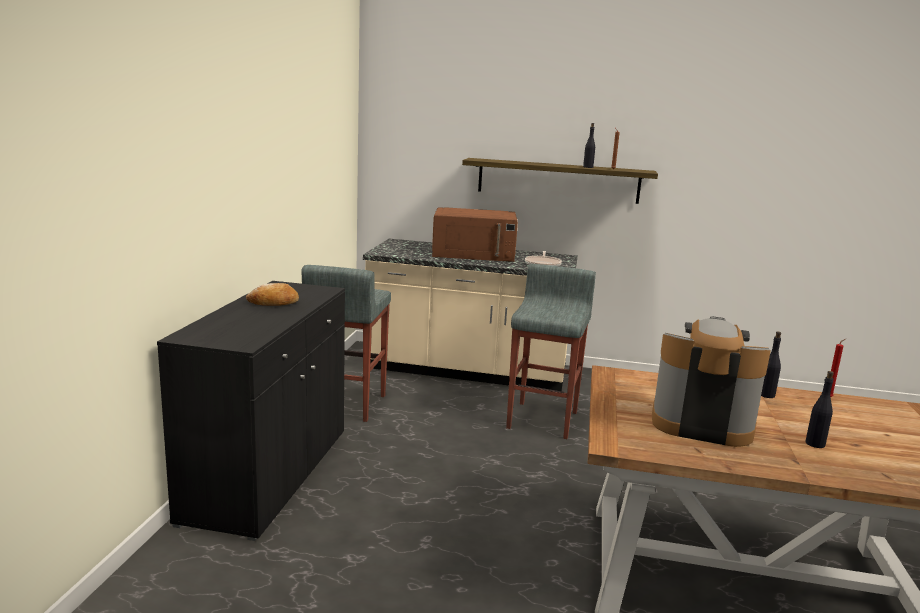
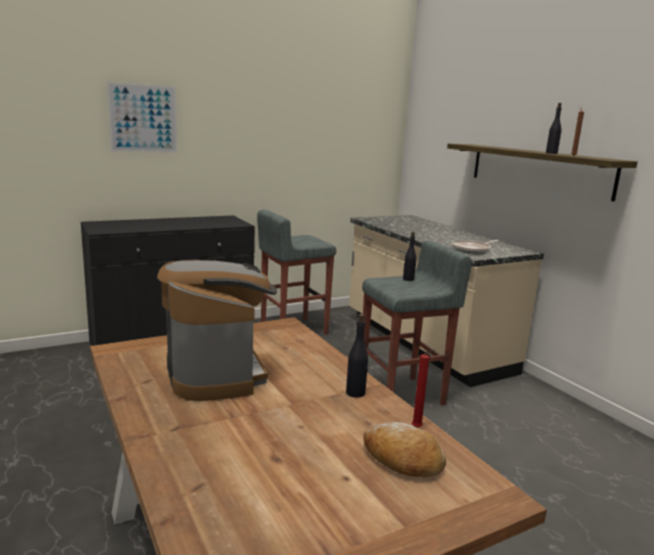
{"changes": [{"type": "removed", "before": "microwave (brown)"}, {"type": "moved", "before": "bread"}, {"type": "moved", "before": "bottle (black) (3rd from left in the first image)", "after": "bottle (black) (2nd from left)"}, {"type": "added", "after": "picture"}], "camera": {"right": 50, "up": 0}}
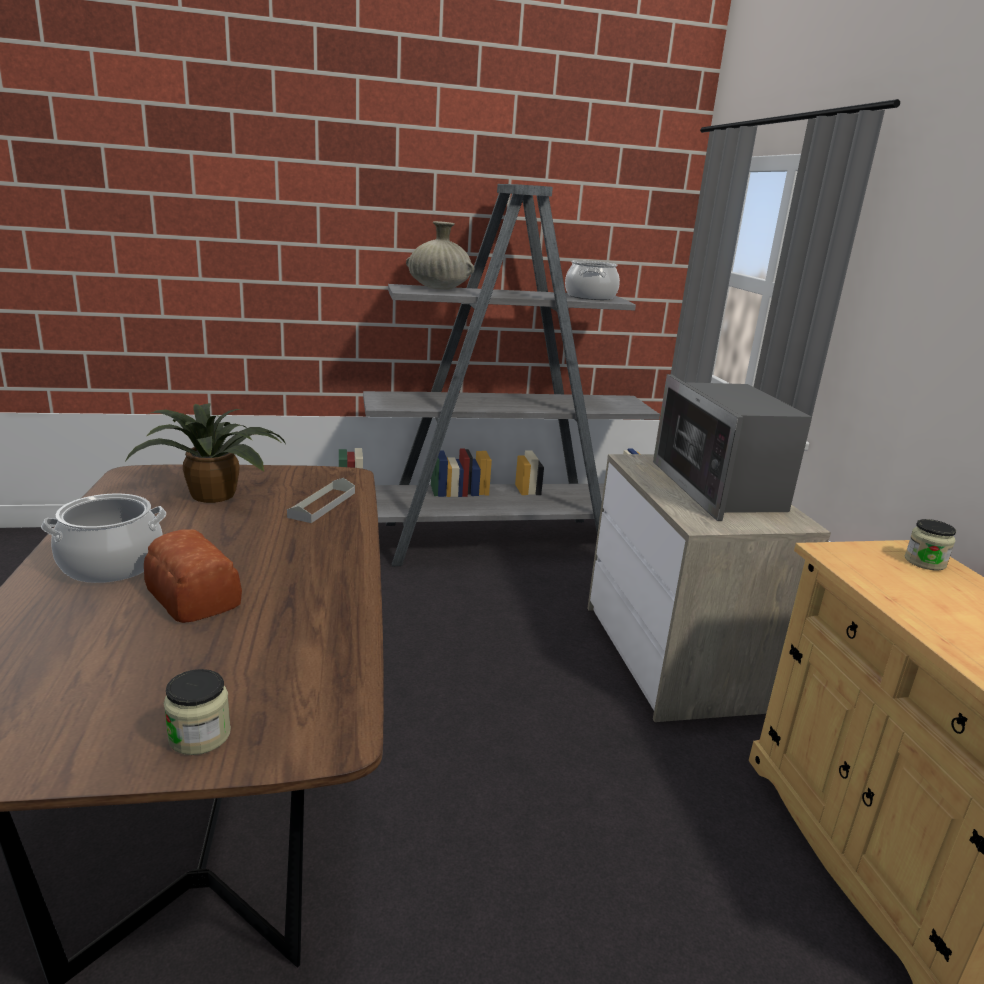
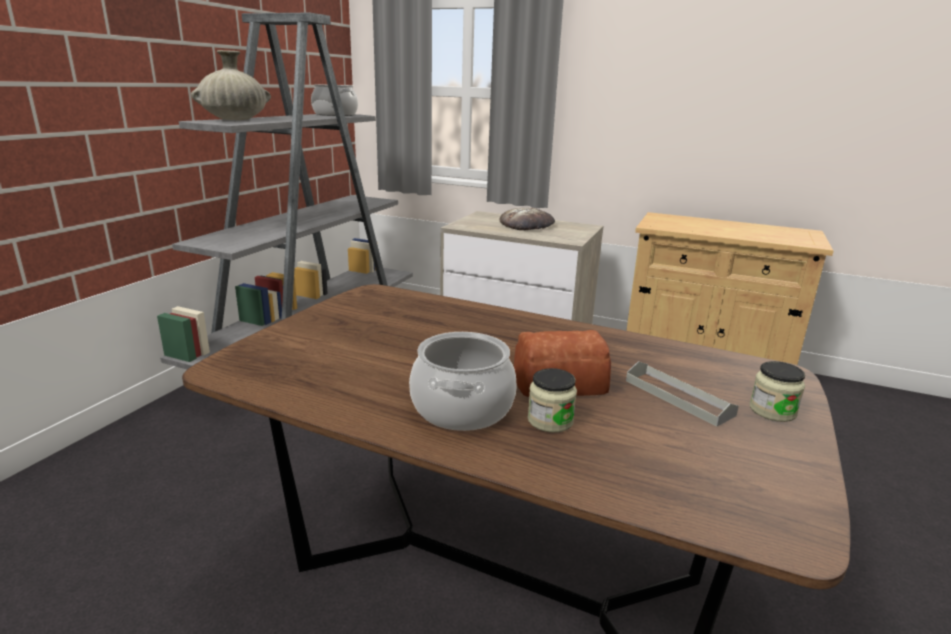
{"changes": [{"type": "replaced", "before": "microwave", "after": "bread (1st from left)"}, {"type": "removed", "before": "potted plant"}, {"type": "moved", "before": "tray (grey)"}, {"type": "moved", "before": "jar (2nd from left in the first image)", "after": "jar (1st from left)"}], "camera": {"right": -55, "up": 0}}
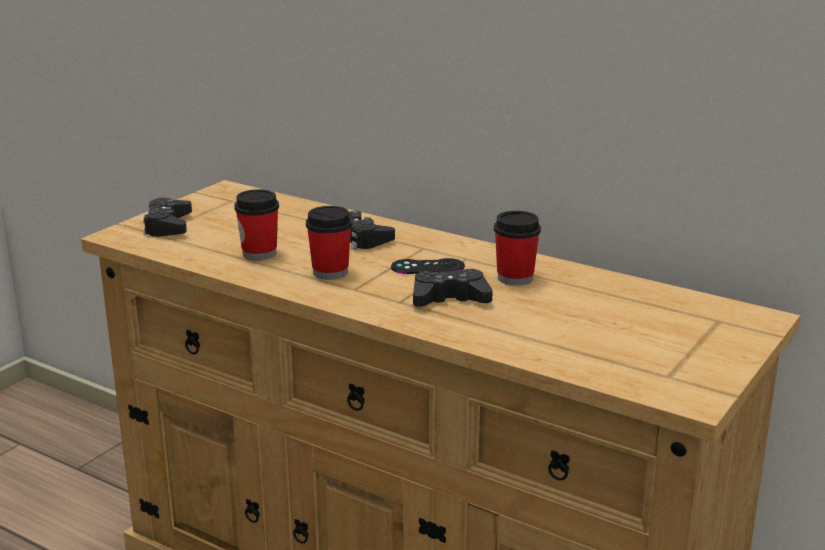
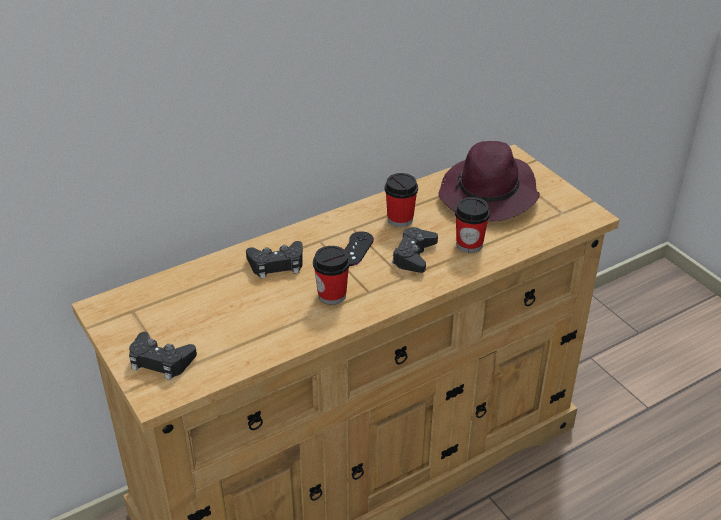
{"changes": [{"type": "moved", "before": "cup (1st from left in the first image)", "after": "cup (3rd from left)"}, {"type": "added", "after": "hat (purple)"}], "camera": {"right": -65, "up": 15}}
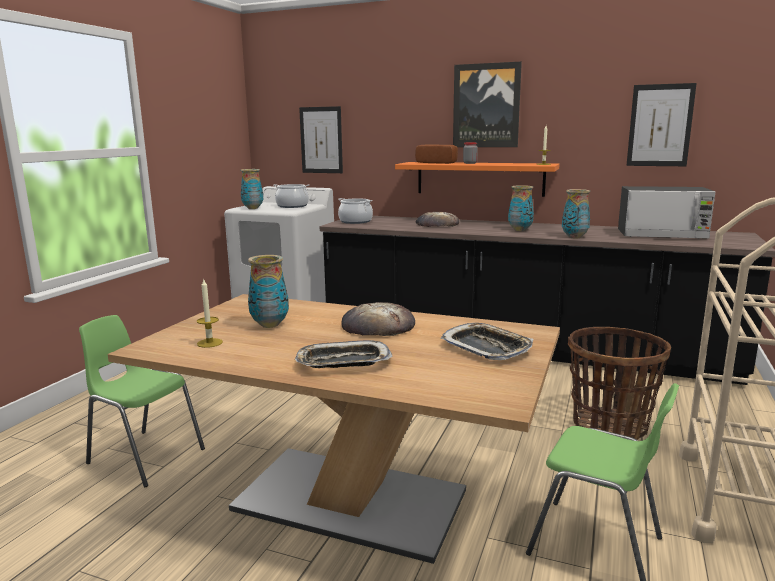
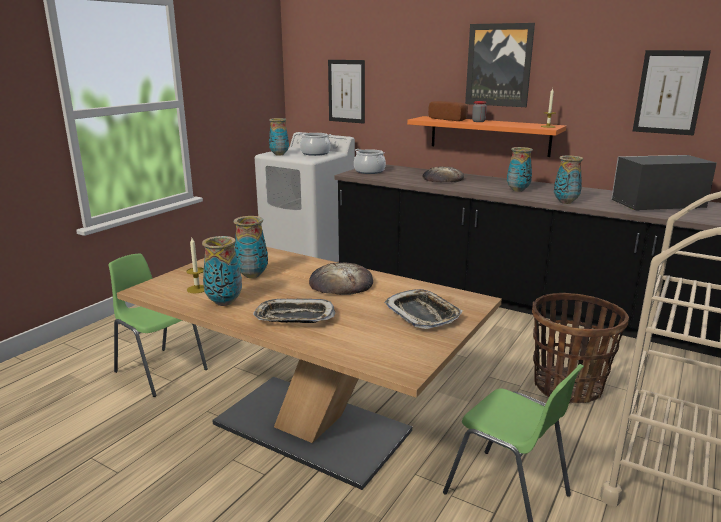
{"changes": [{"type": "turned", "before": "microwave", "turn": 150}, {"type": "added", "after": "vase (1st from left)"}], "camera": {"right": 10, "up": 5}}
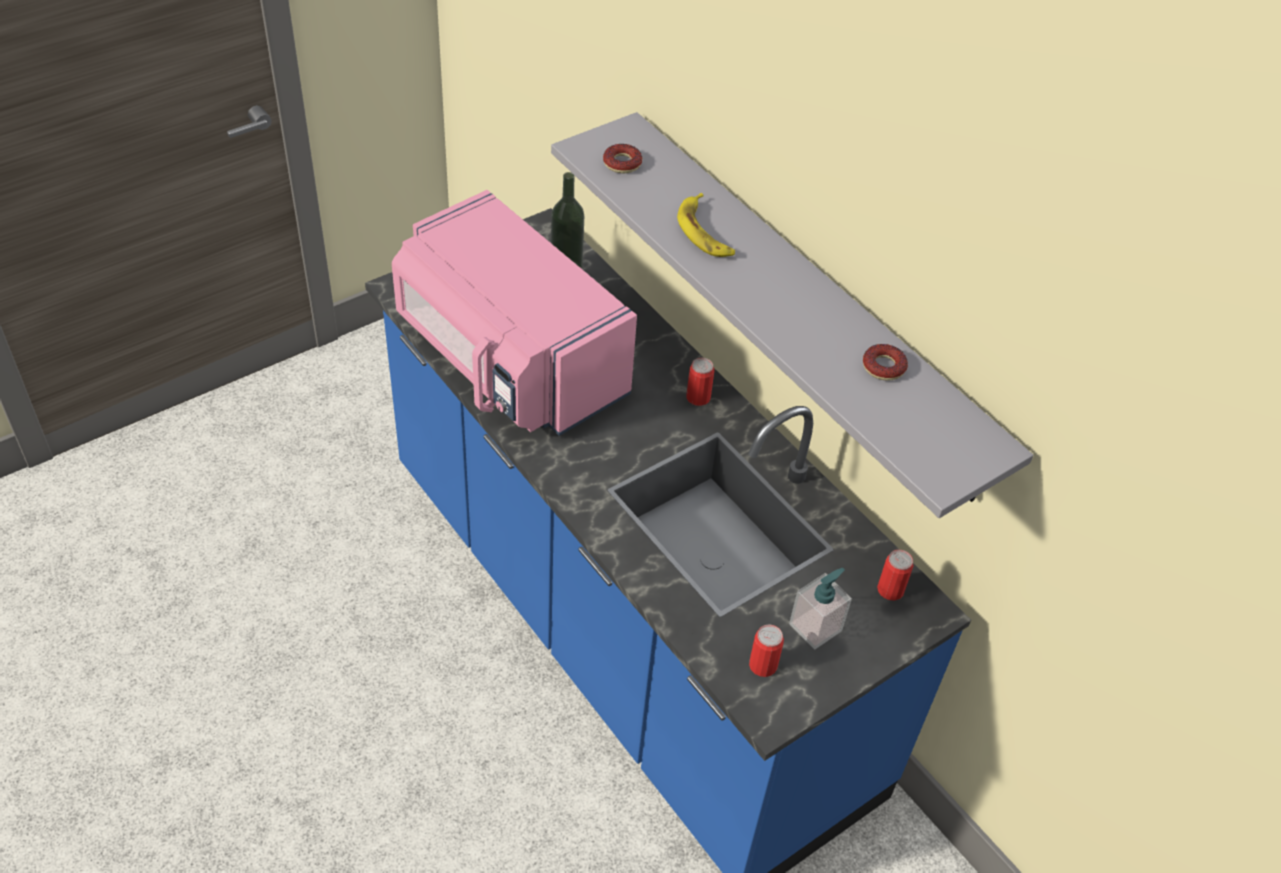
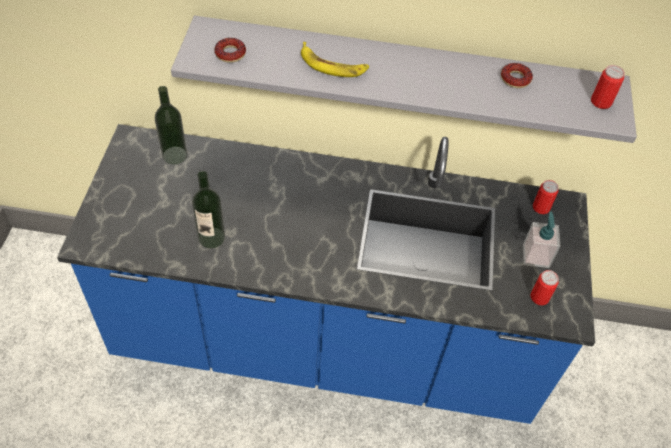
{"changes": [{"type": "replaced", "before": "microwave (pink)", "after": "bottle (2nd from left)"}, {"type": "moved", "before": "can (1st from left in the first image)", "after": "can (3rd from left)"}], "camera": {"right": -45, "up": 5}}
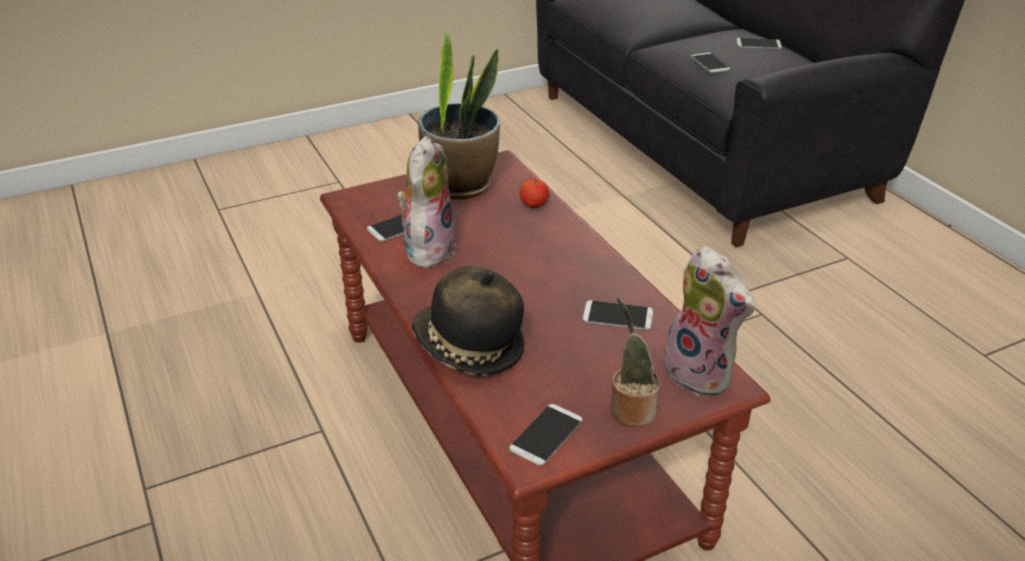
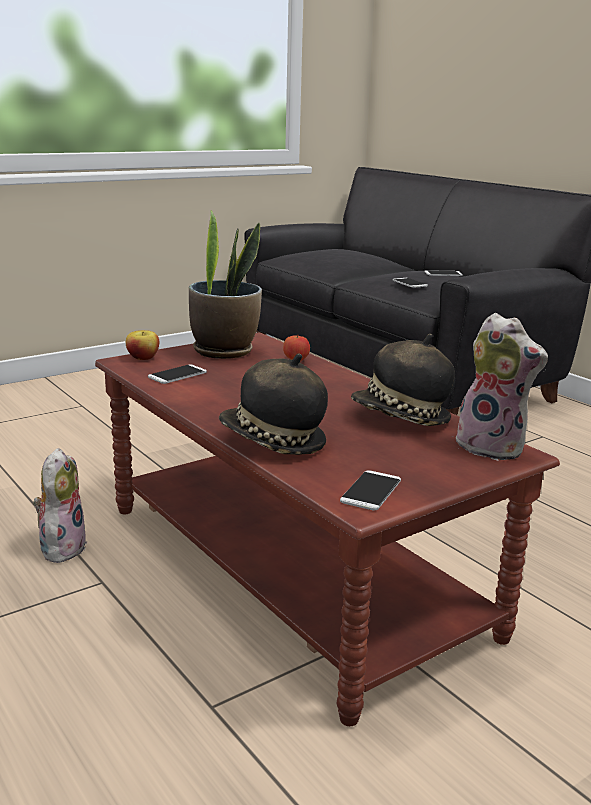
{"changes": [{"type": "moved", "before": "plush toy (1st from left)"}, {"type": "removed", "before": "potted plant (2nd from left)"}, {"type": "replaced", "before": "phone (3rd from left)", "after": "hat (2nd from left)"}, {"type": "added", "after": "apple (1st from left)"}], "camera": {"right": -10, "up": -15}}
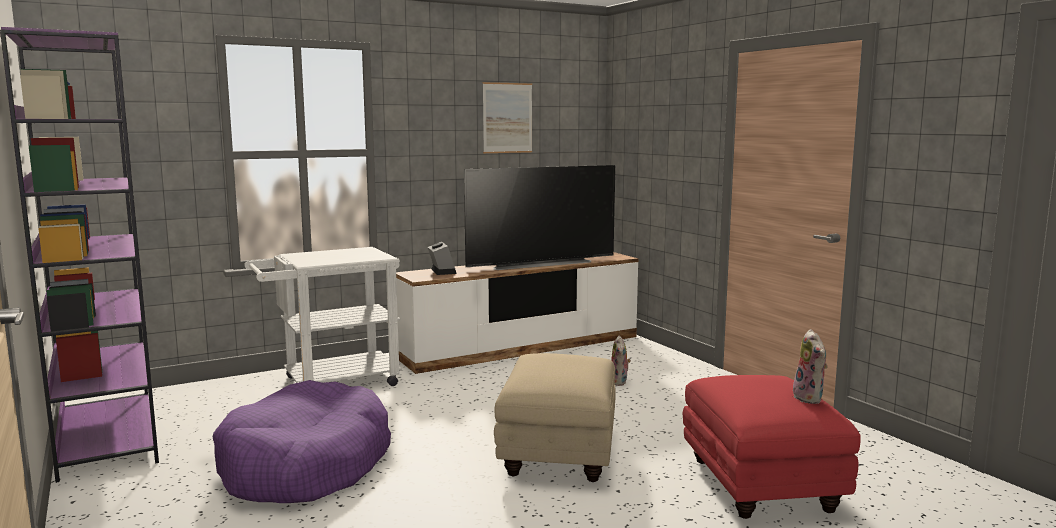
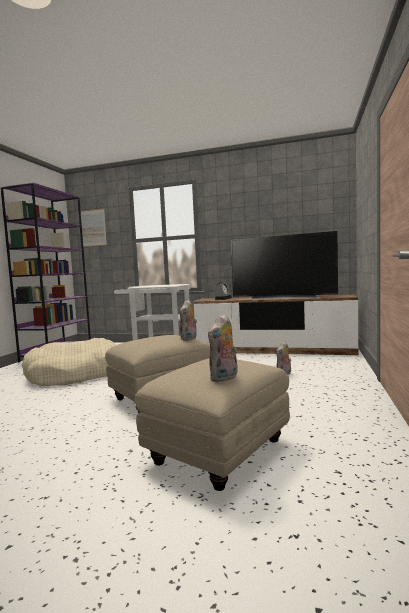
{"changes": [{"type": "moved", "before": "picture"}, {"type": "recoloured", "before": "ottoman (red)", "after": "ottoman (beige) (2nd from left)"}, {"type": "recoloured", "before": "dog bed (purple)", "after": "dog bed (beige)"}, {"type": "added", "after": "plush toy (1st from left)"}], "camera": {"right": 45, "up": -5}}
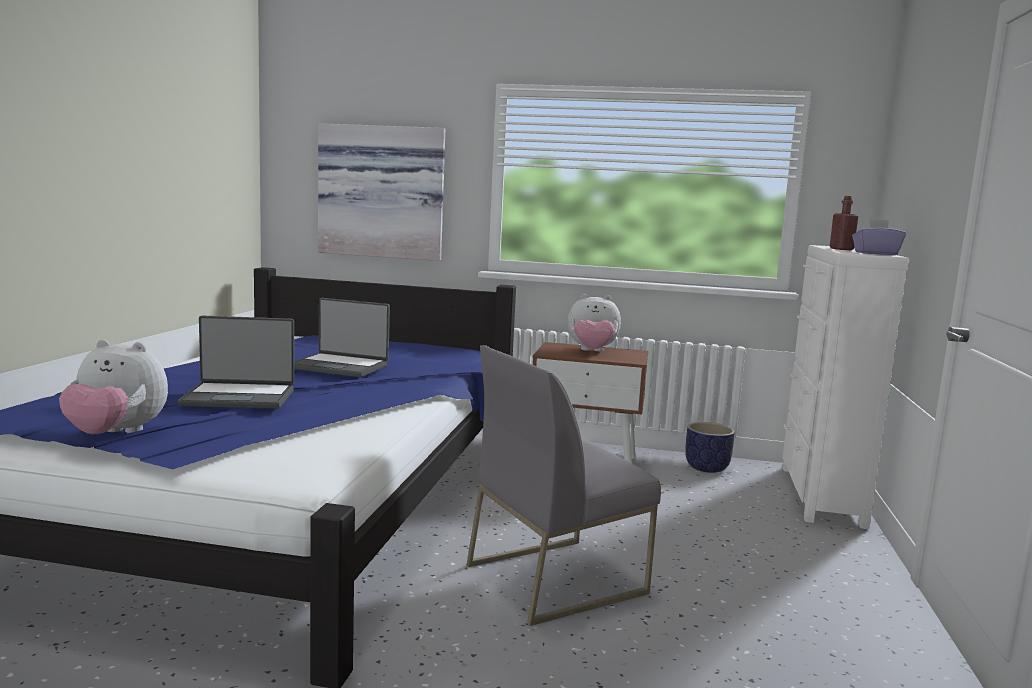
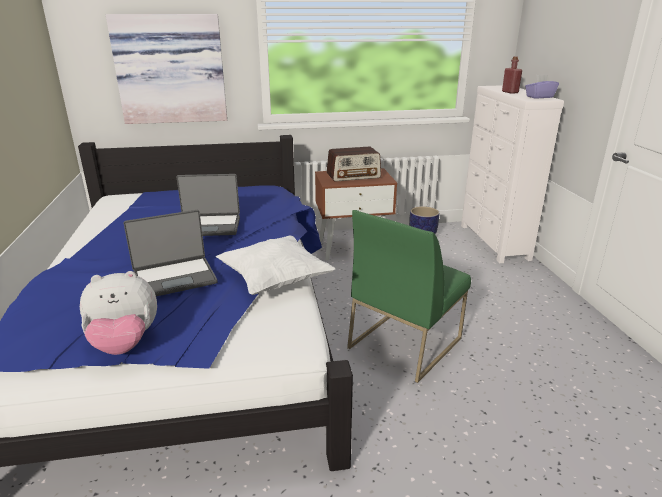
{"changes": [{"type": "replaced", "before": "plush toy (2nd from left)", "after": "radio"}, {"type": "recoloured", "before": "chair (grey)", "after": "chair (green)"}, {"type": "added", "after": "pillow (white)"}], "camera": {"right": -20, "up": 15}}
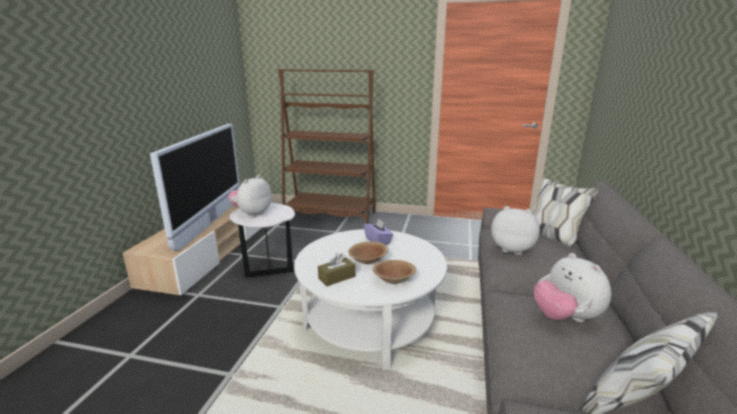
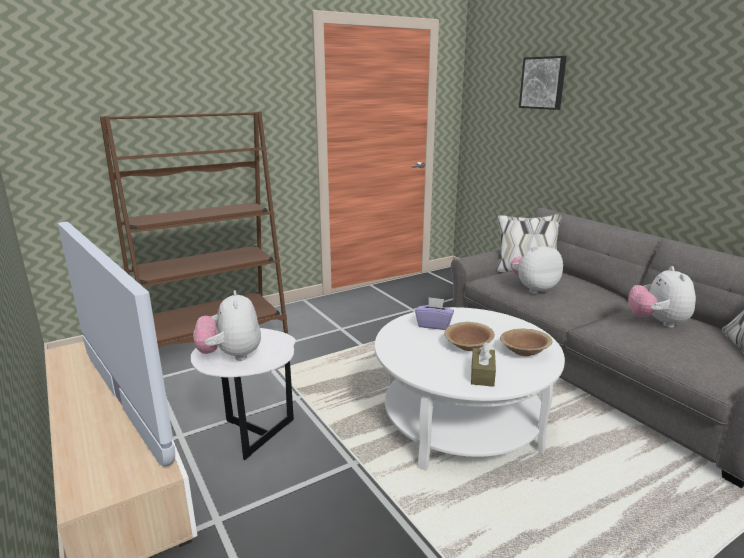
{"changes": [{"type": "turned", "before": "plush toy (3rd from left)", "turn": 75}, {"type": "added", "after": "picture"}], "camera": {"right": -45, "up": 0}}
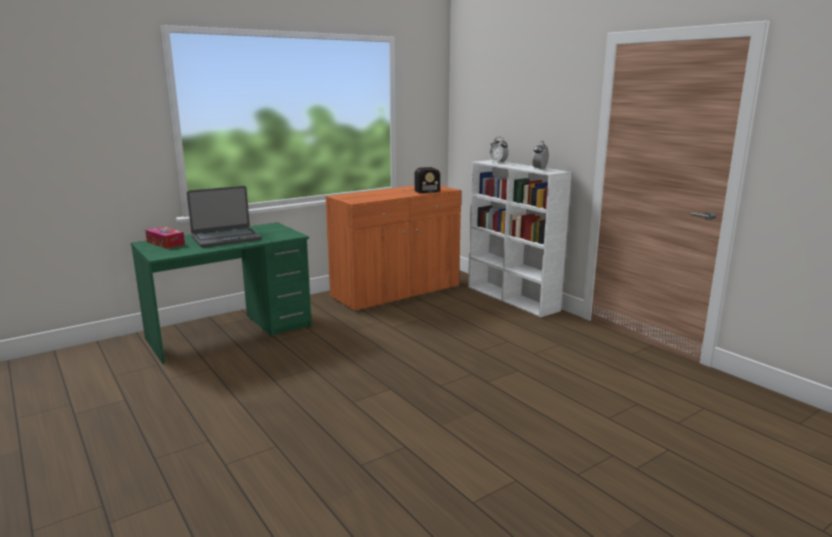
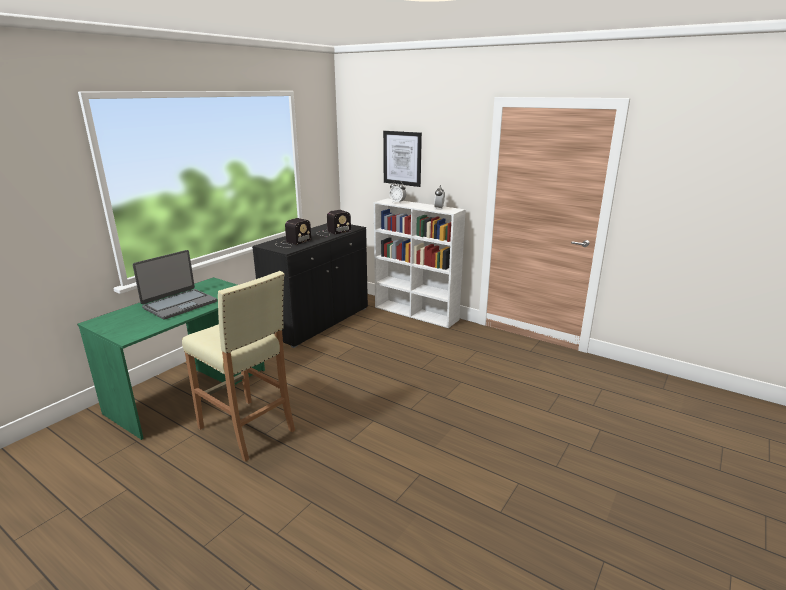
{"changes": [{"type": "recoloured", "before": "cabinet (orange)", "after": "cabinet (black)"}, {"type": "removed", "before": "tissue box"}, {"type": "added", "after": "picture"}, {"type": "added", "after": "radio (1st from left)"}, {"type": "added", "after": "stool (beige)"}], "camera": {"right": -20, "up": 5}}
